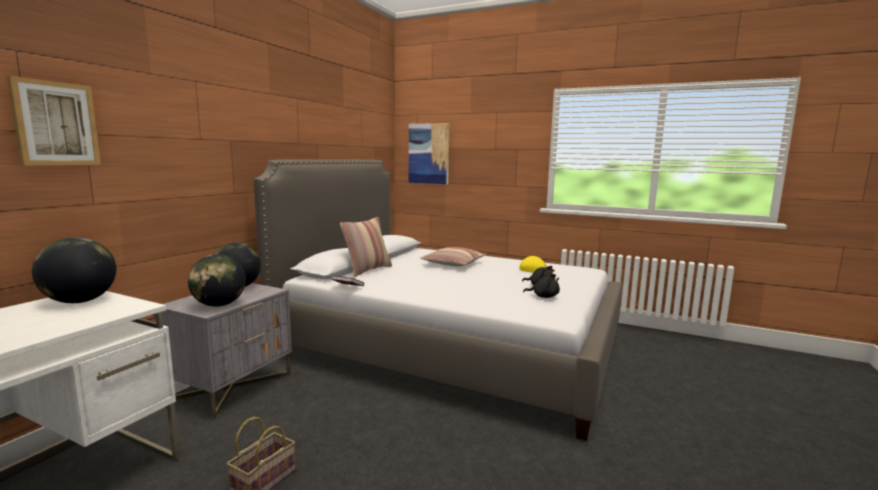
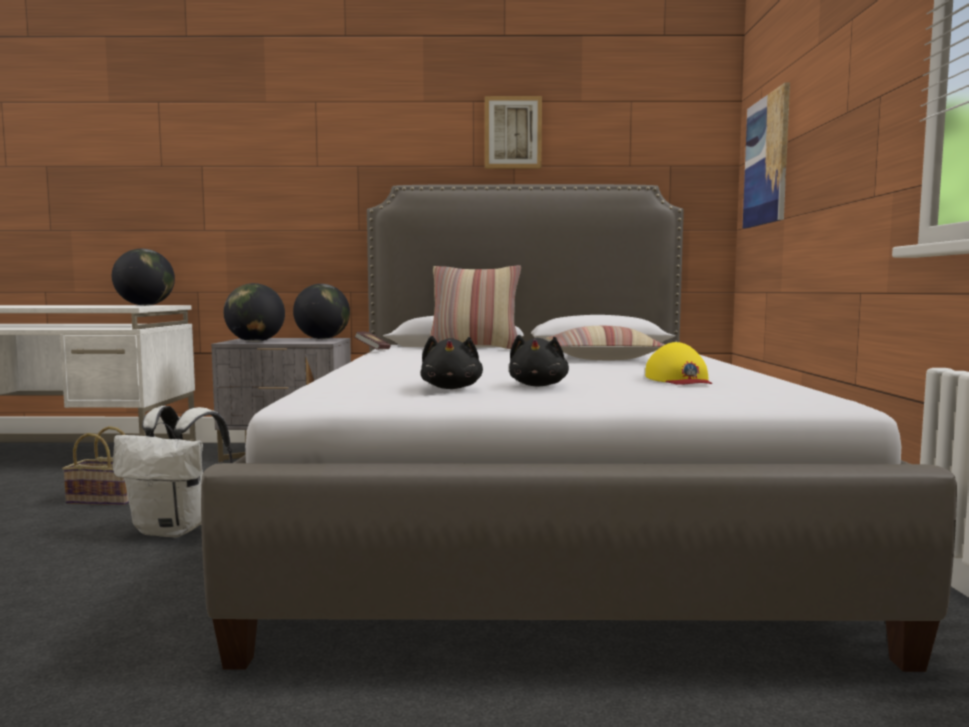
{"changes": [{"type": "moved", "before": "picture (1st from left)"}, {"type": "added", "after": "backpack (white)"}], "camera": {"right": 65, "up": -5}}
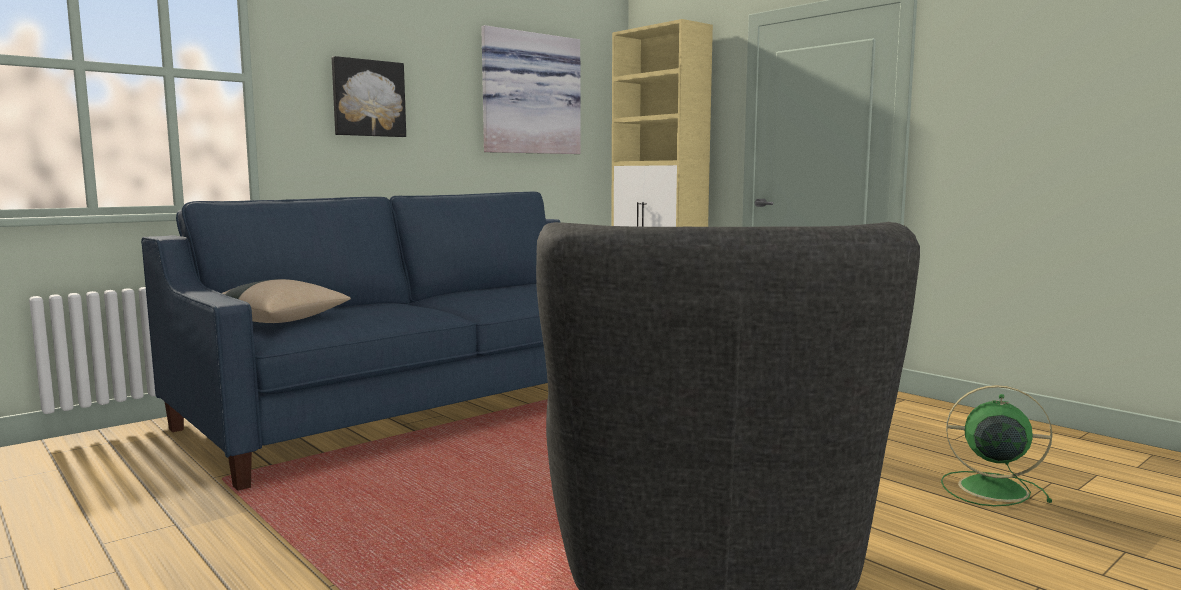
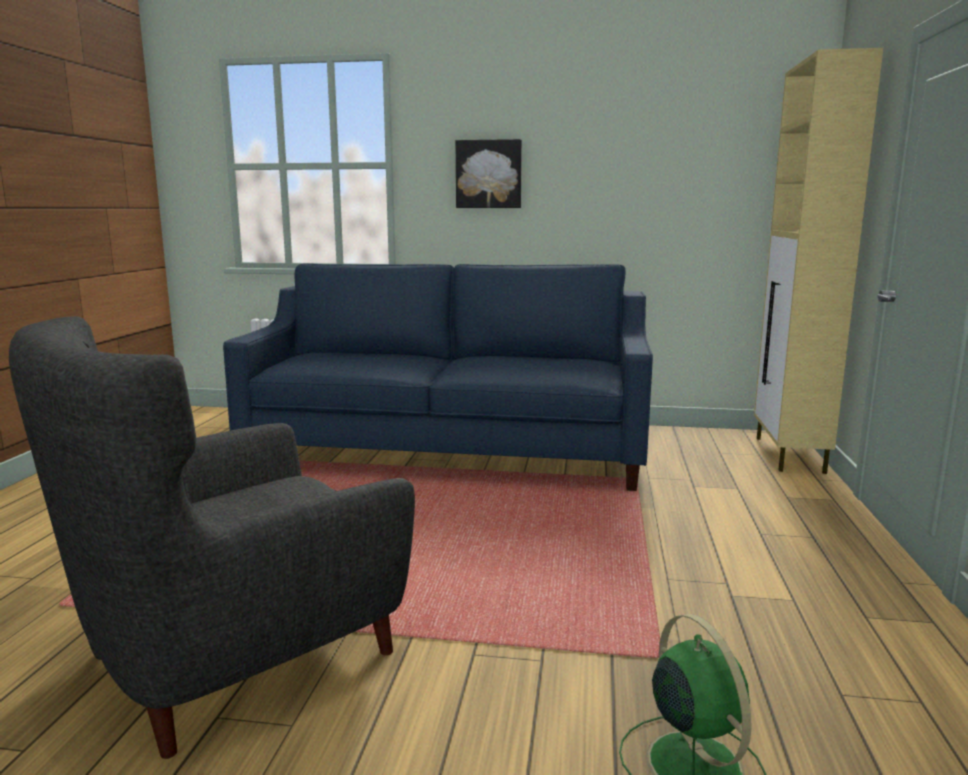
{"changes": [{"type": "removed", "before": "picture (2nd from left)"}, {"type": "removed", "before": "pillow (beige)"}], "camera": {"right": 50, "up": 5}}
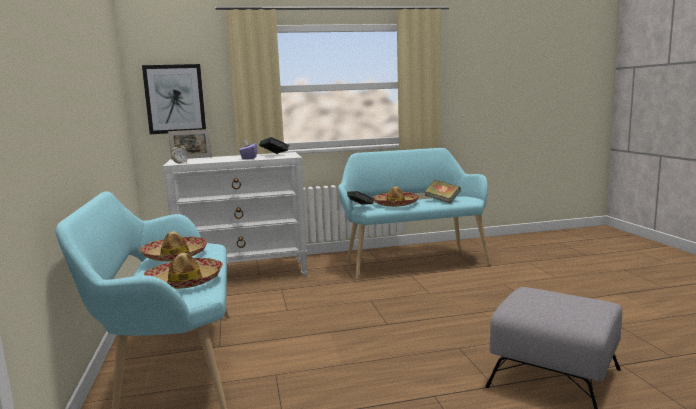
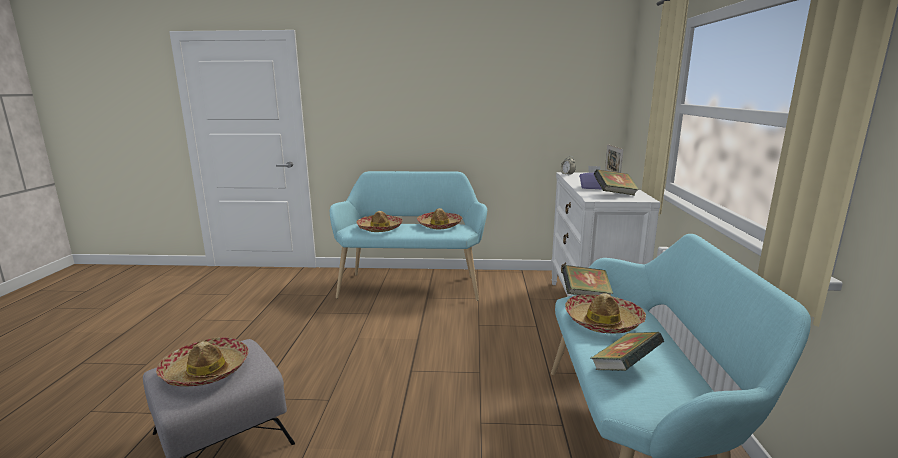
{"changes": [{"type": "removed", "before": "picture"}, {"type": "added", "after": "hat (1st from left)"}], "camera": {"right": 105, "up": 5}}
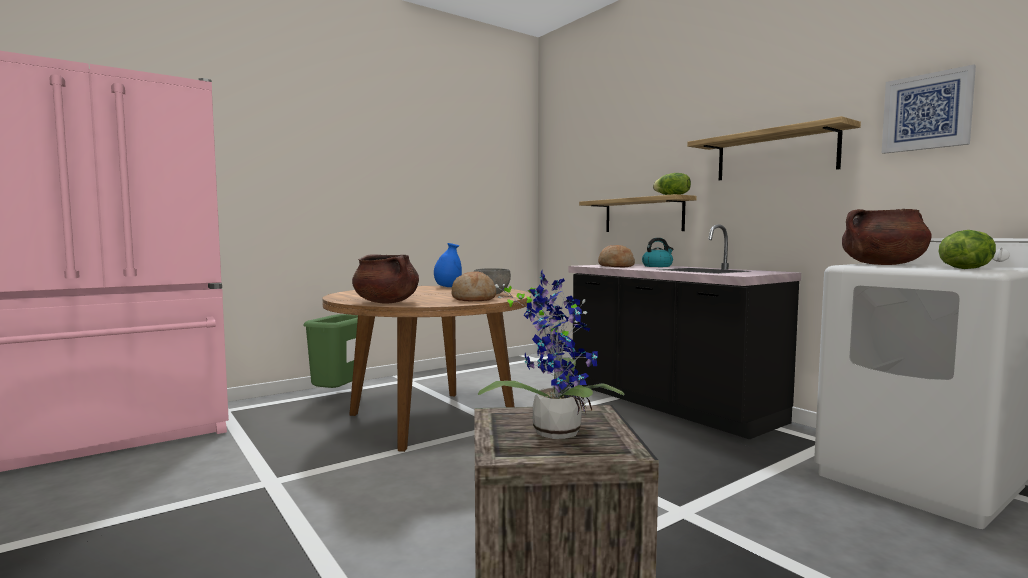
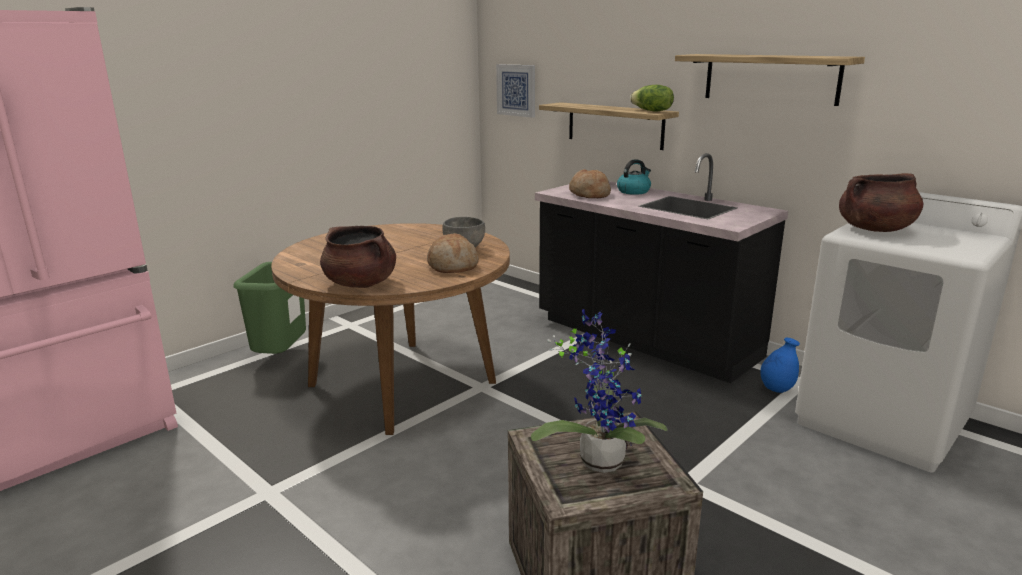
{"changes": [{"type": "moved", "before": "picture"}, {"type": "removed", "before": "lettuce (2nd from left)"}, {"type": "moved", "before": "vase (blue)"}], "camera": {"right": -10, "up": 15}}
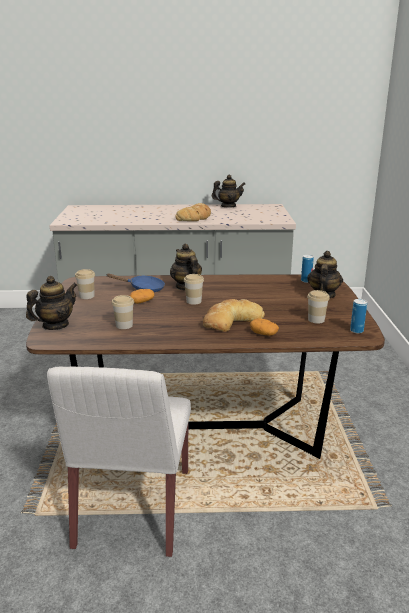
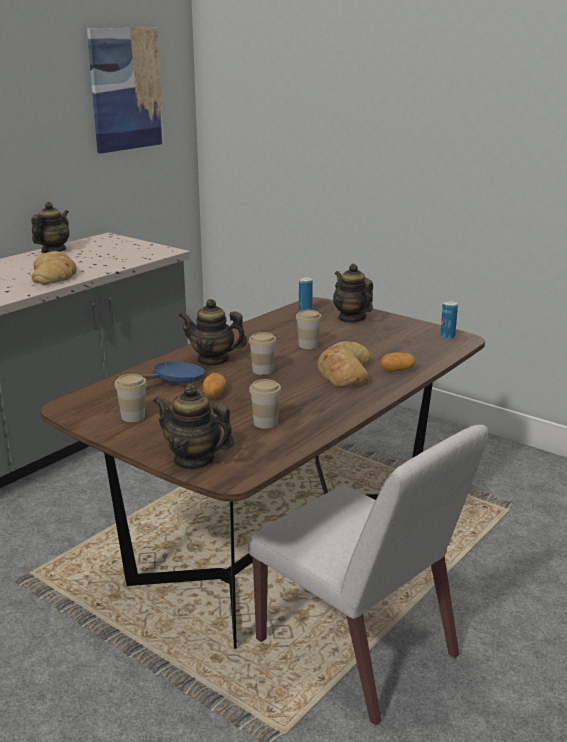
{"changes": [{"type": "turned", "before": "teapot (1st from left in the first image)", "turn": -60}, {"type": "moved", "before": "cup (4th from left)"}, {"type": "added", "after": "picture"}], "camera": {"right": -50, "up": 0}}
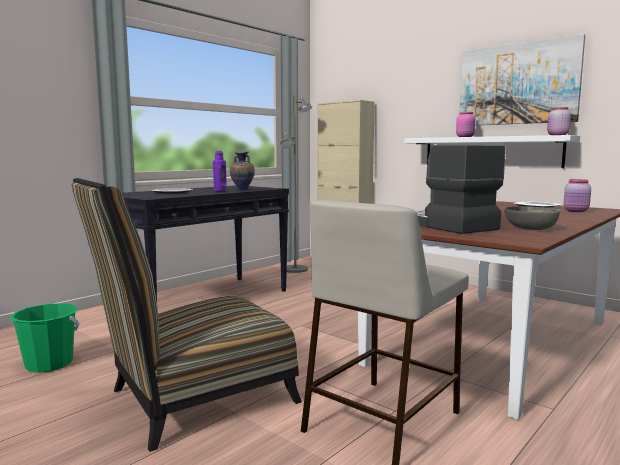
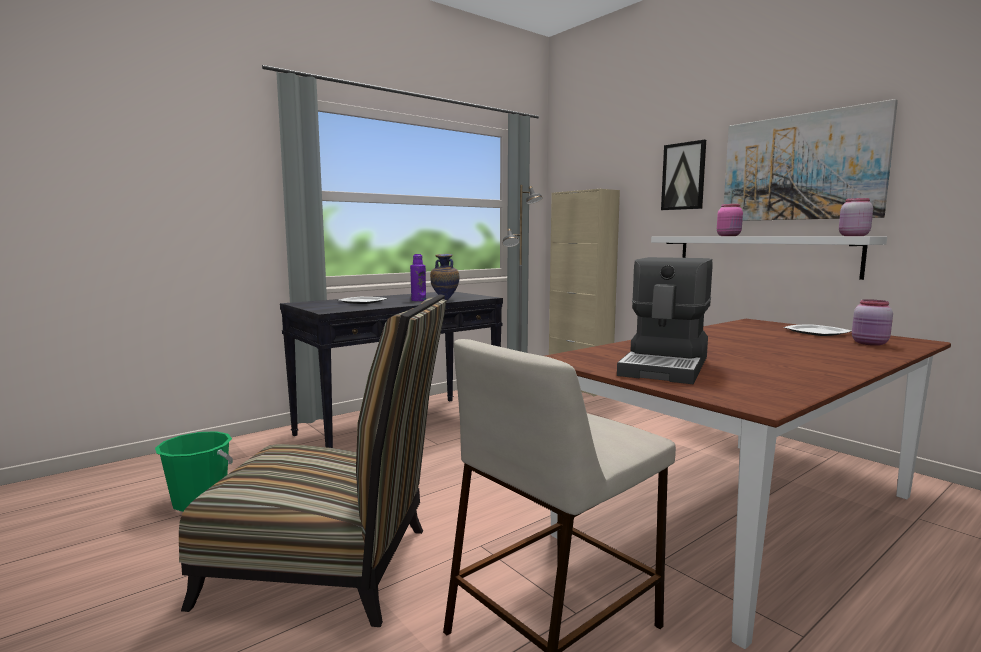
{"changes": [{"type": "turned", "before": "coffee machine", "turn": -135}, {"type": "turned", "before": "chair", "turn": -150}, {"type": "removed", "before": "bowl (grey)"}, {"type": "added", "after": "picture (1st from left)"}], "camera": {"right": 10, "up": 0}}
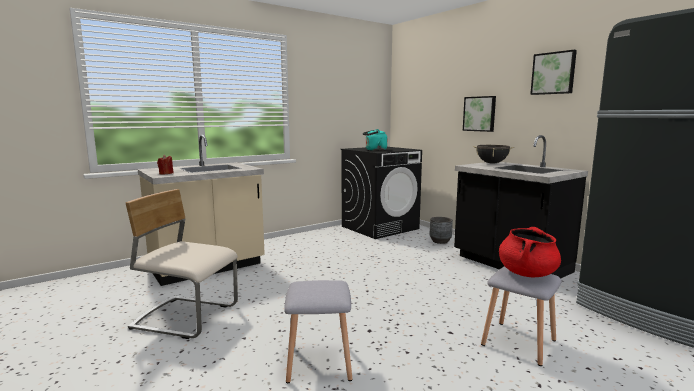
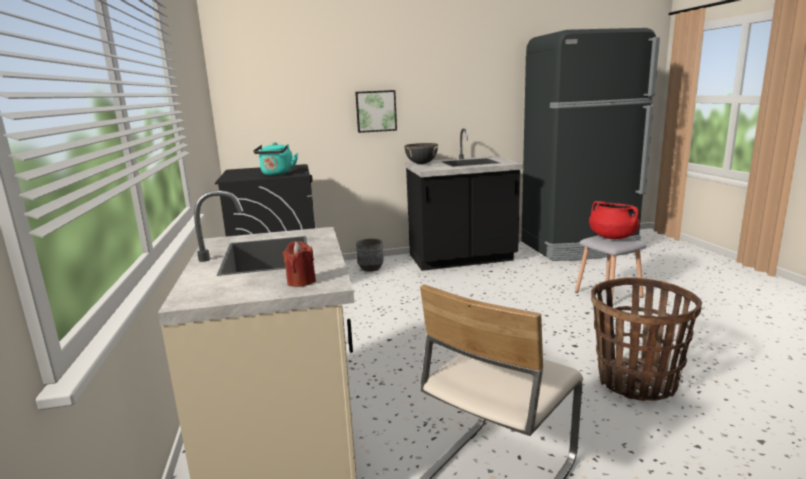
{"changes": [{"type": "removed", "before": "picture (2nd from left)"}, {"type": "replaced", "before": "stool (grey) (1st from left)", "after": "basket"}], "camera": {"right": -65, "up": 5}}
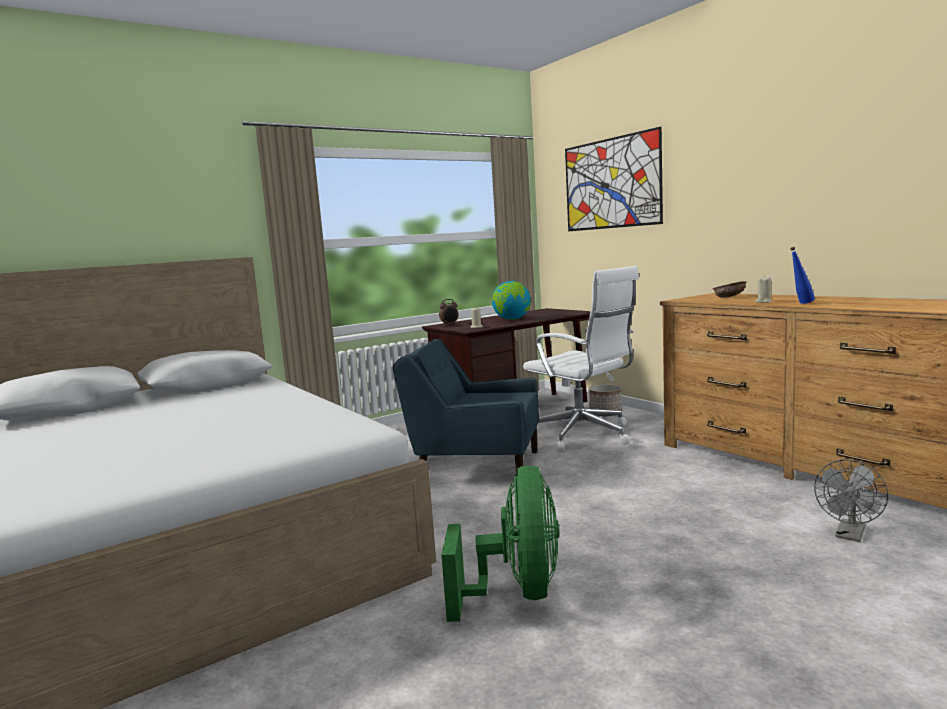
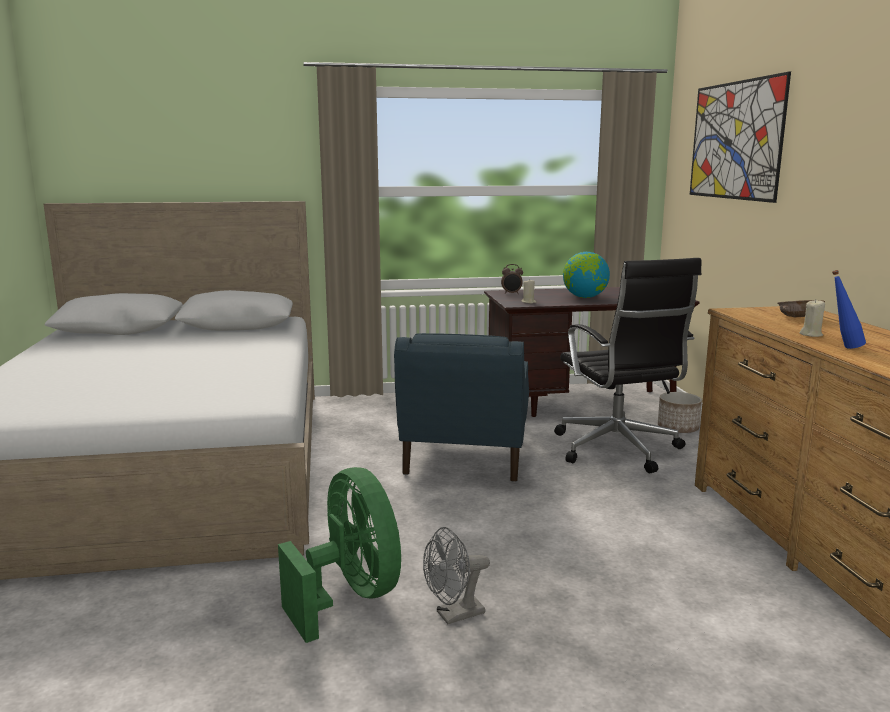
{"changes": [{"type": "recoloured", "before": "office chair (white)", "after": "office chair (black)"}, {"type": "turned", "before": "armchair (blue)", "turn": -120}, {"type": "moved", "before": "fan (grey)"}, {"type": "turned", "before": "fan (green)", "turn": -60}], "camera": {"right": 25, "up": 5}}
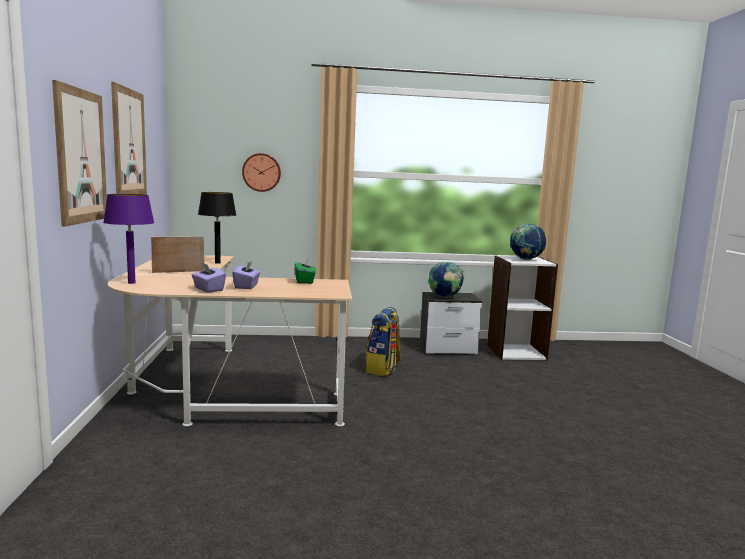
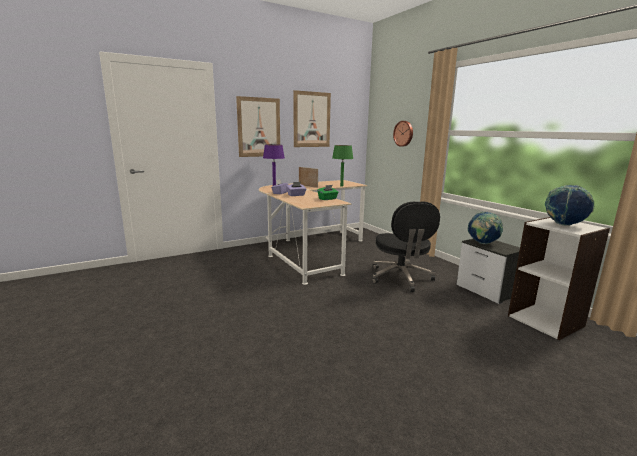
{"changes": [{"type": "recoloured", "before": "table lamp (black)", "after": "table lamp (green)"}, {"type": "replaced", "before": "backpack", "after": "office chair (black)"}], "camera": {"right": 65, "up": 5}}
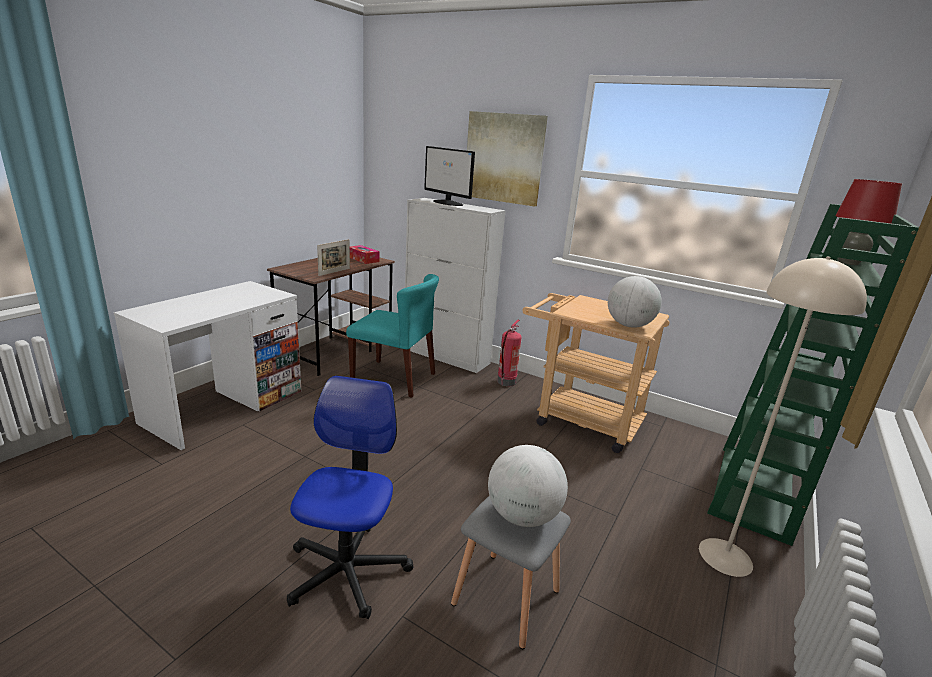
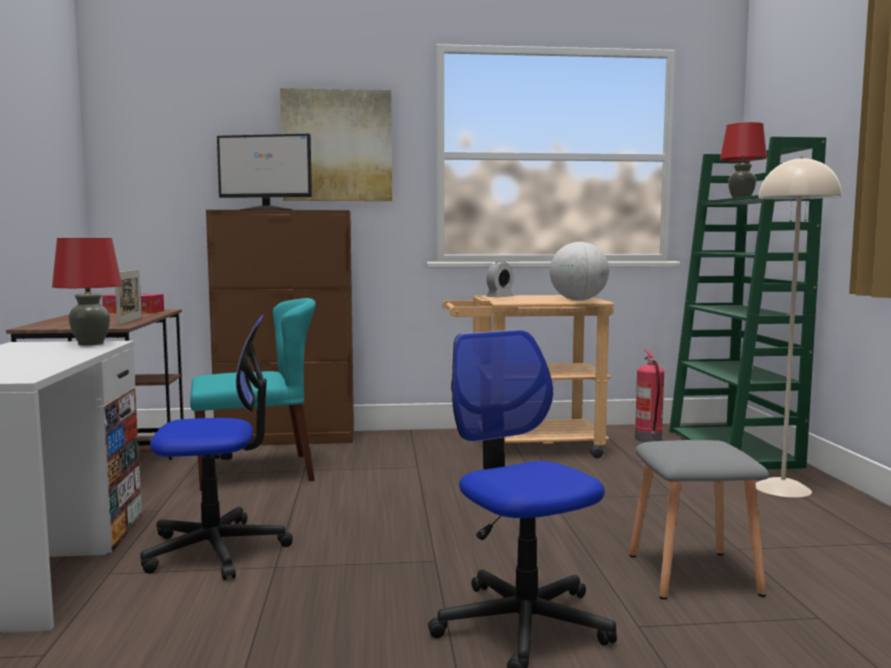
{"changes": [{"type": "recoloured", "before": "cabinet (white)", "after": "cabinet (brown)"}, {"type": "moved", "before": "fire extinguisher"}, {"type": "removed", "before": "globe (1st from left)"}, {"type": "added", "after": "table lamp (red) (1st from left)"}, {"type": "added", "after": "alarm clock"}, {"type": "added", "after": "office chair (1st from left)"}], "camera": {"right": -35, "up": -15}}
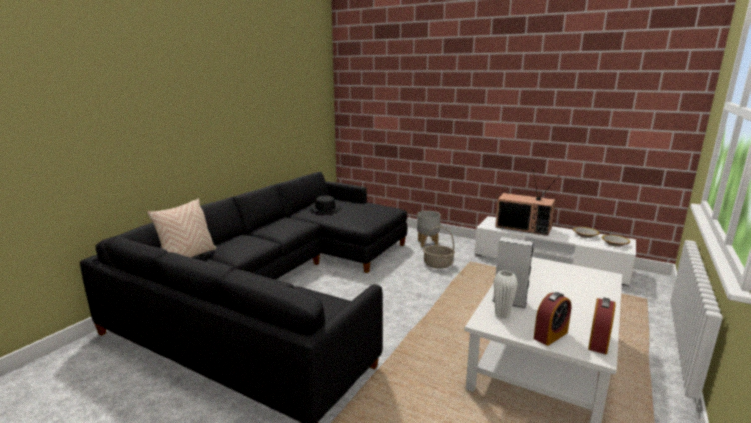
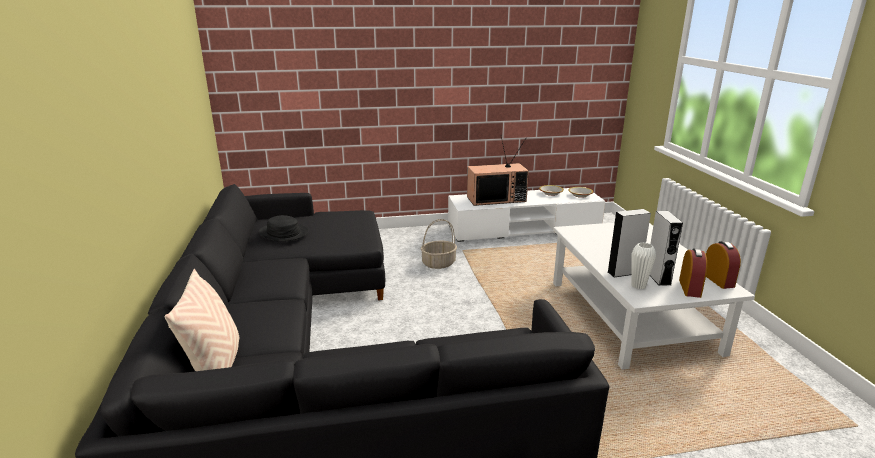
{"changes": [{"type": "removed", "before": "planter (grey)"}, {"type": "added", "after": "speaker (grey) (2nd from left)"}], "camera": {"right": -40, "up": 5}}
